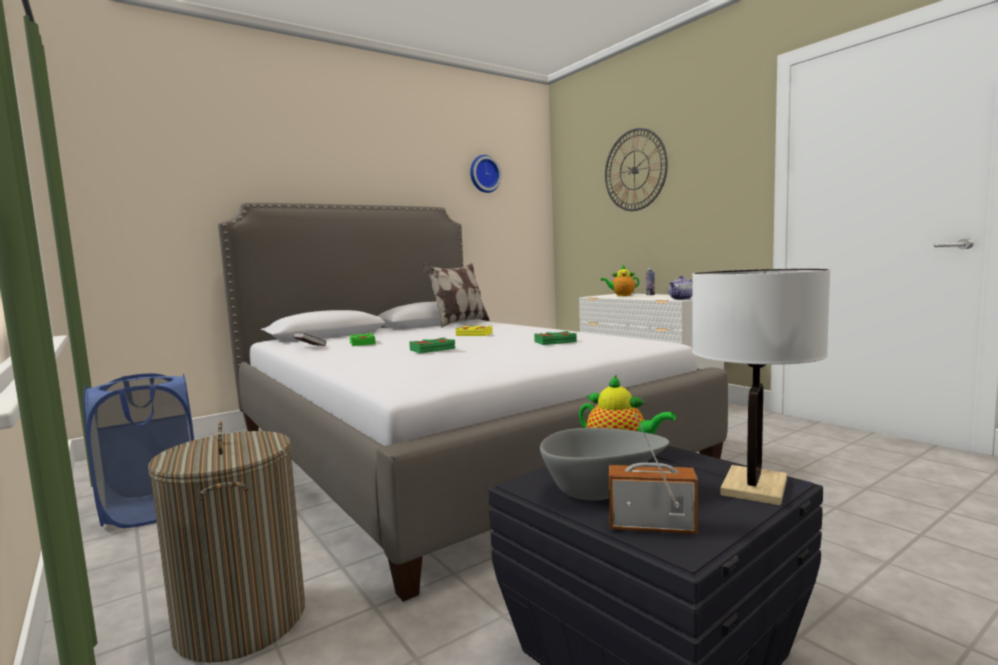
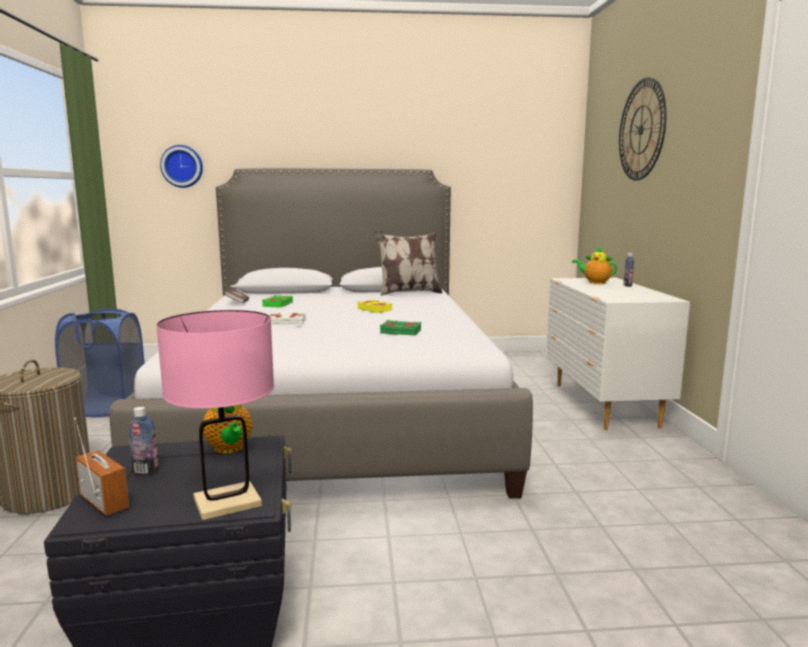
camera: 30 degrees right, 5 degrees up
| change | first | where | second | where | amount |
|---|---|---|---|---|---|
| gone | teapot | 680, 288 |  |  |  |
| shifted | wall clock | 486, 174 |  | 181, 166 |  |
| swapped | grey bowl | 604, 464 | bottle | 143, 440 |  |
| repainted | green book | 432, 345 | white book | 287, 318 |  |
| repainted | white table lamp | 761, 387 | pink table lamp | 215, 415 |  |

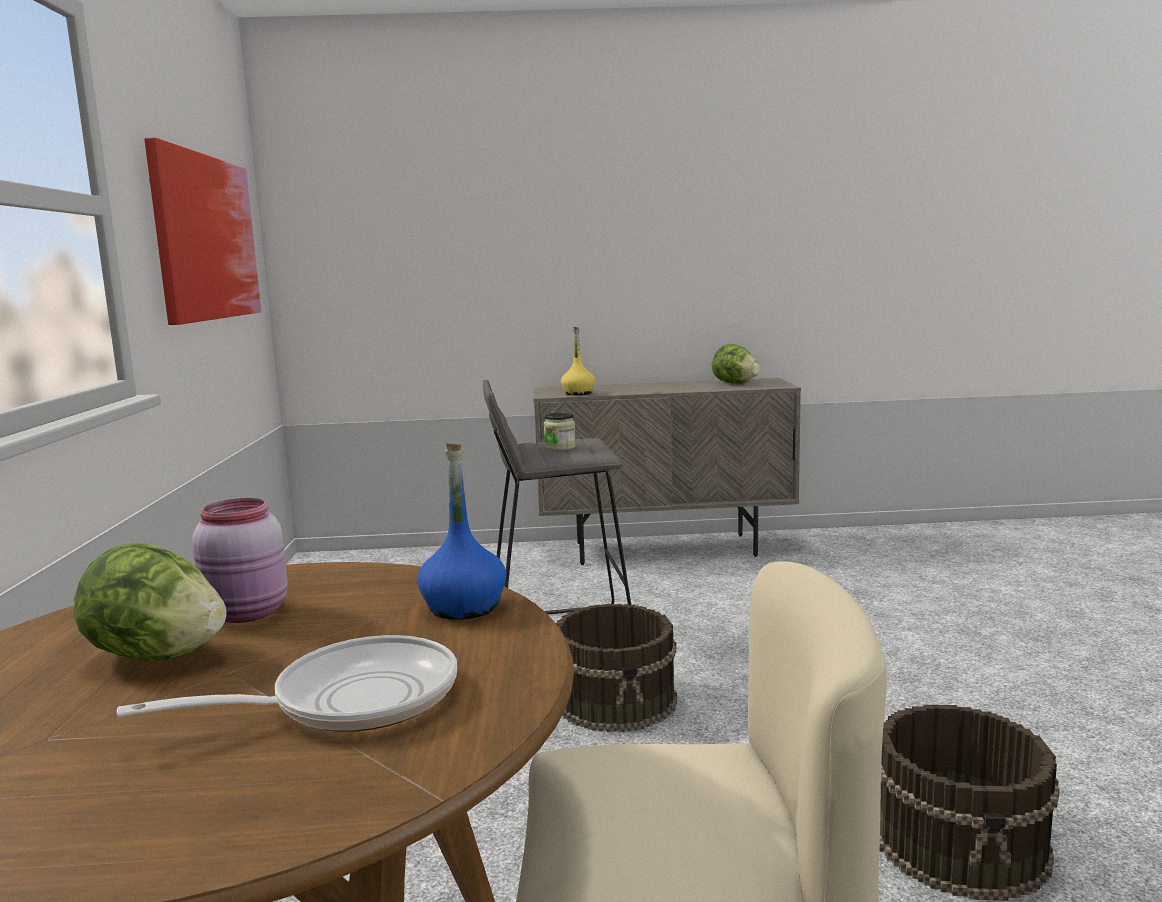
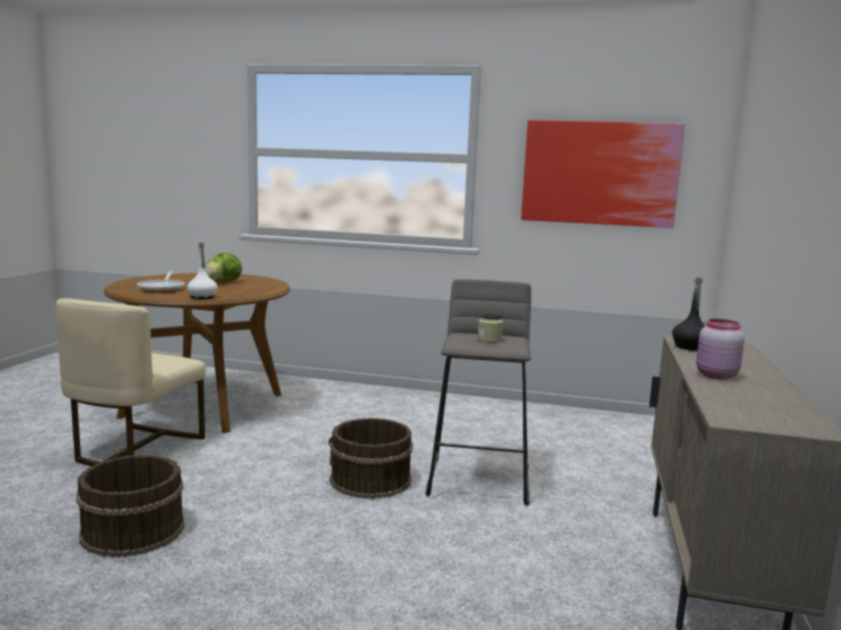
camera: 105 degrees right, 0 degrees up
| change | first | where | second | where | amount |
|---|---|---|---|---|---|
| gone | lettuce | 736, 364 |  |  |  |
| shifted | pink jar | 240, 560 |  | 720, 349 |  |
| repainted | blue bottle | 462, 531 | white bottle | 202, 270 |  |
| repainted | yellow bottle | 578, 361 | black bottle | 689, 314 |  |

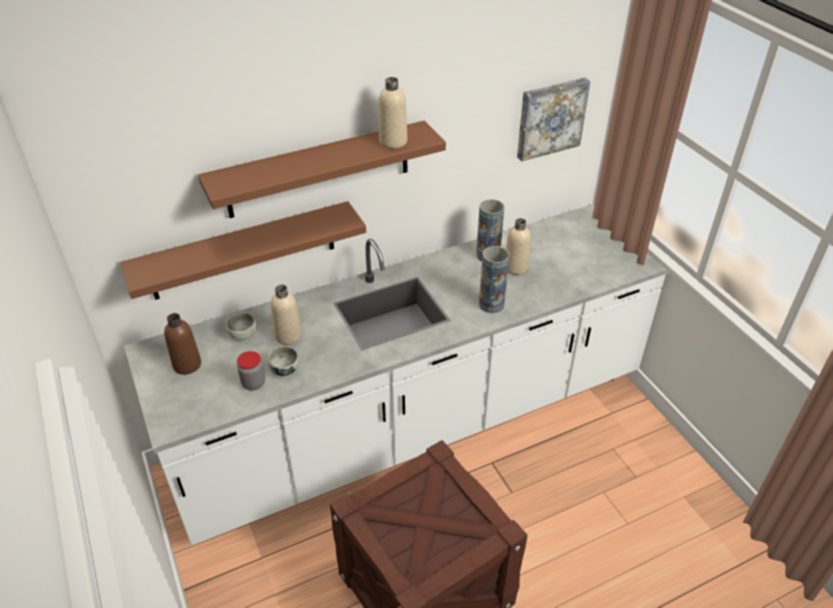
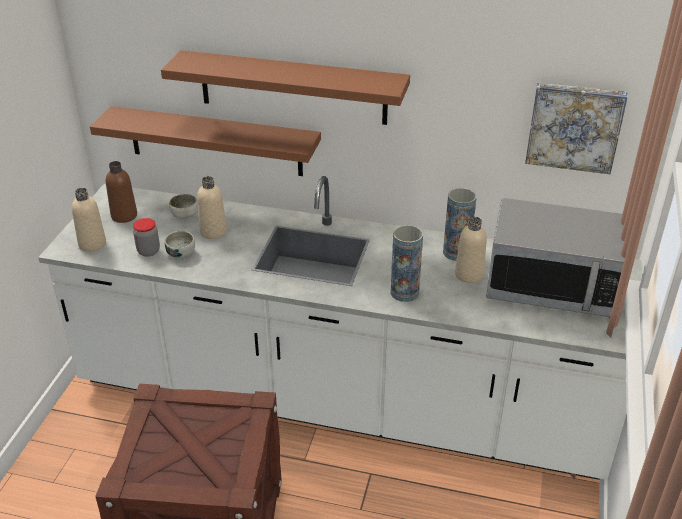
camera: 40 degrees right, 5 degrees down
| change | first | where | second | where | amount |
|---|---|---|---|---|---|
| new |  |  | microwave | 555, 257 |  |
| shifted | beige bottle | 393, 113 |  | 89, 220 |  |

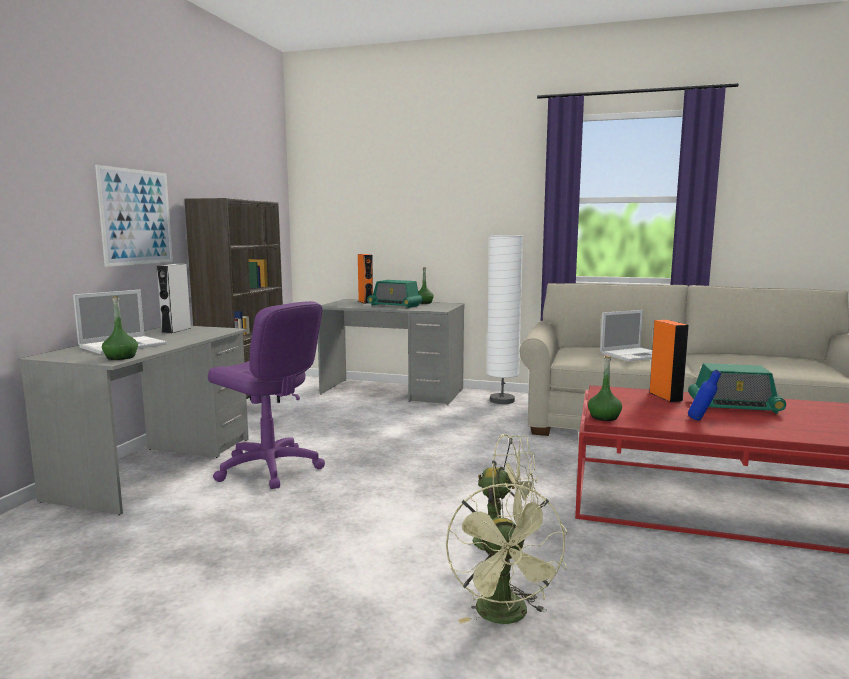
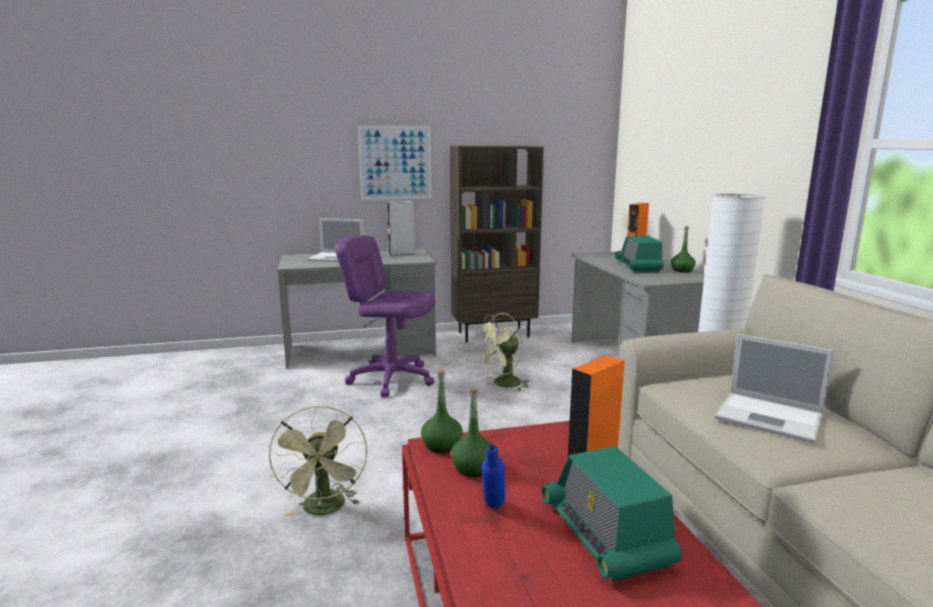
camera: 60 degrees right, 5 degrees up
| change | first | where | second | where | amount |
|---|---|---|---|---|---|
| shifted | green bottle | 120, 328 |  | 471, 433 |  |
| shifted | green fan | 506, 553 |  | 502, 352 |  |
| rotated | purple office chair | 266, 395 |  | 385, 316 | 105 degrees clockwise |

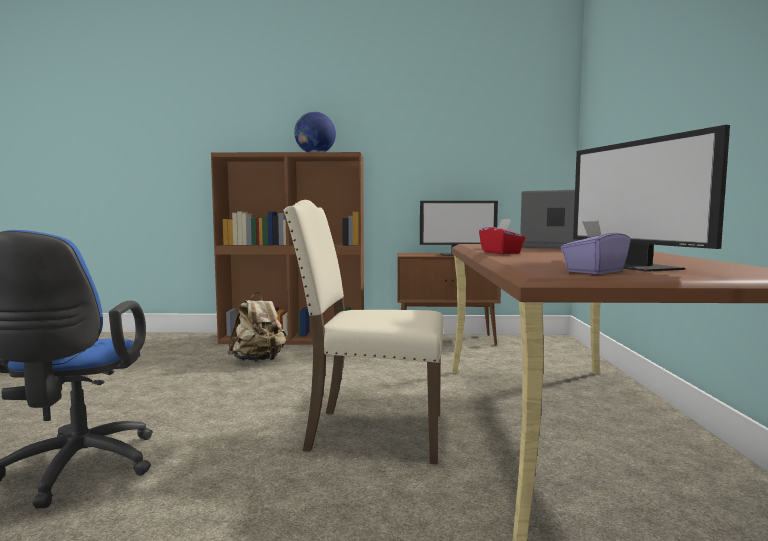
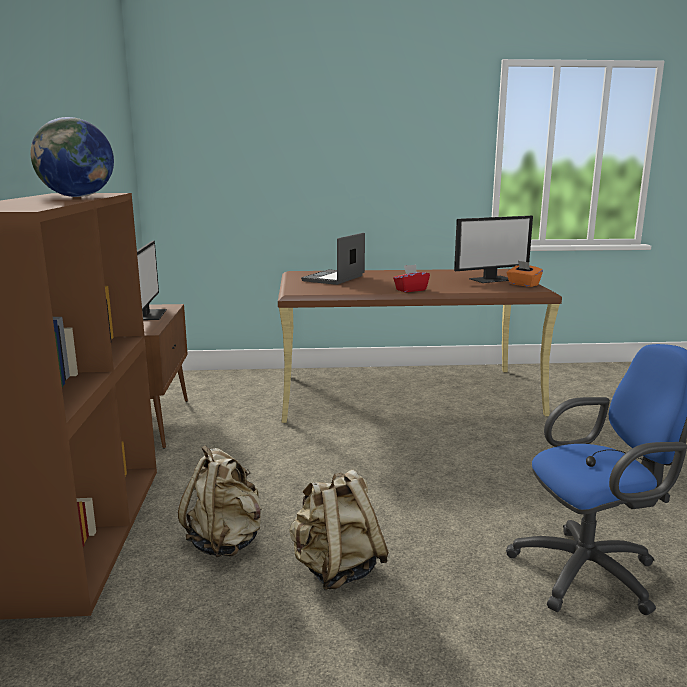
camera: 95 degrees left, 10 degrees up
| change | first | where | second | where | amount |
|---|---|---|---|---|---|
| gone | beige chair | 363, 332 |  |  |  |
| new |  |  | beige backpack | 339, 530 |  |
| repainted | purple tissue box | 596, 247 | orange tissue box | 525, 274 |  |

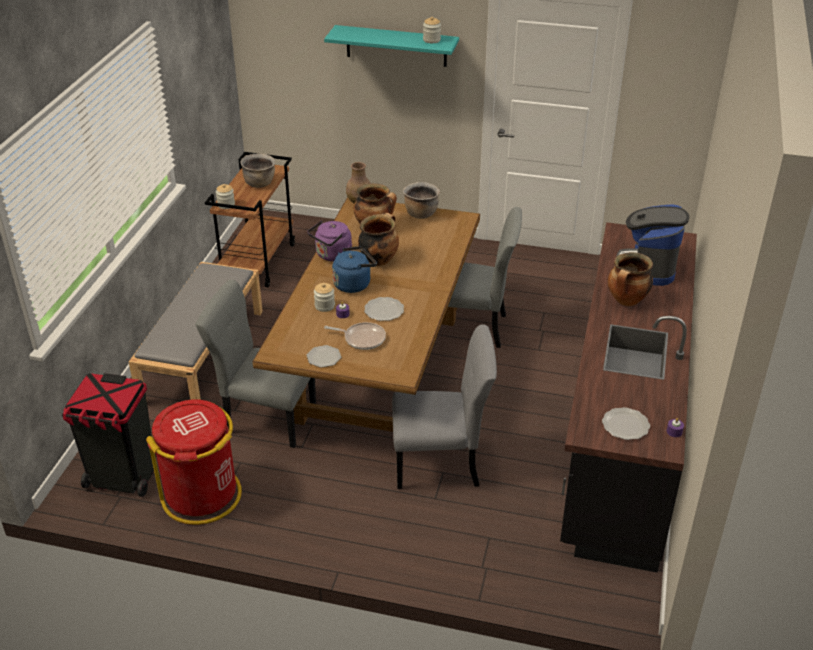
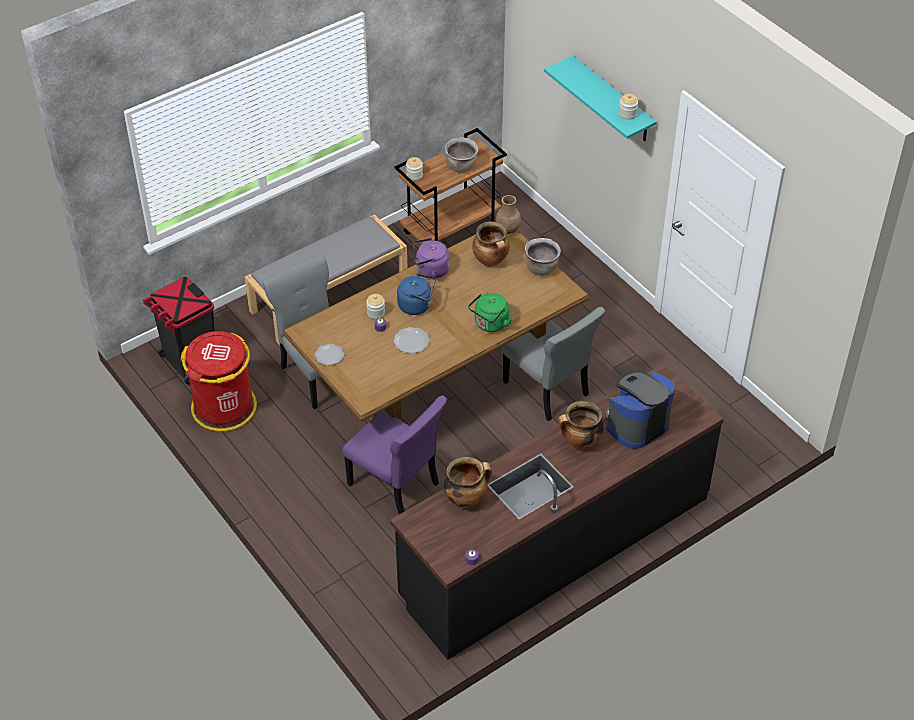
camera: 40 degrees right, 10 degrees up
| change | first | where | second | where | amount |
|---|---|---|---|---|---|
| gone | frying pan | 355, 336 |  |  |  |
| gone | plate | 626, 423 |  |  |  |
| new |  |  | green kettle | 490, 312 |  |
| shifted | cooking pot | 378, 239 |  | 468, 482 |  |
| repainted | grey chair | 444, 406 | purple chair | 395, 455 |  |

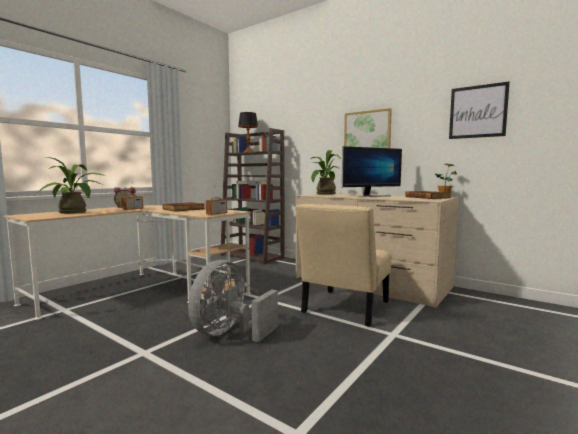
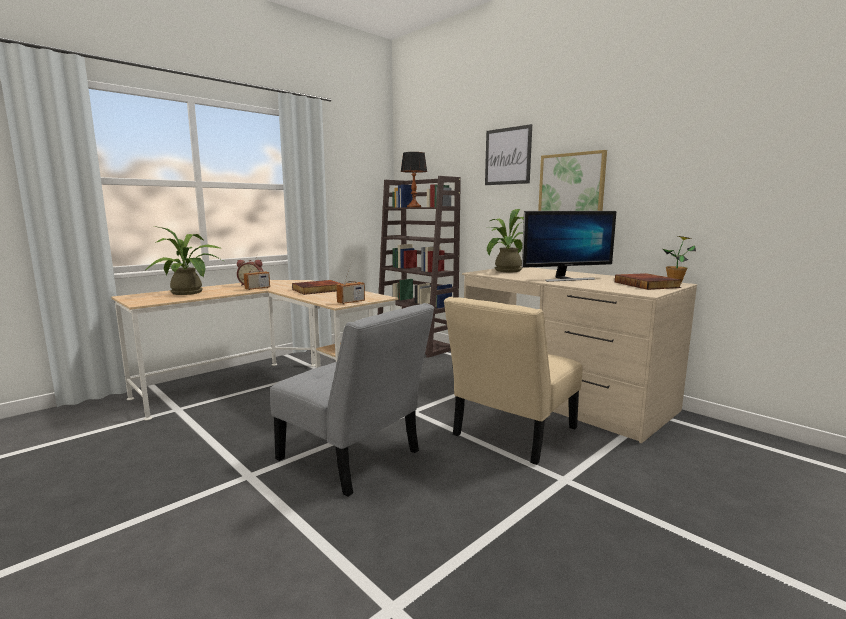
camera: 10 degrees right, 5 degrees up
| change | first | where | second | where | amount |
|---|---|---|---|---|---|
| shifted | picture | 479, 110 |  | 508, 154 |  |
| swapped | grey fan | 233, 301 | grey chair | 352, 400 |  |

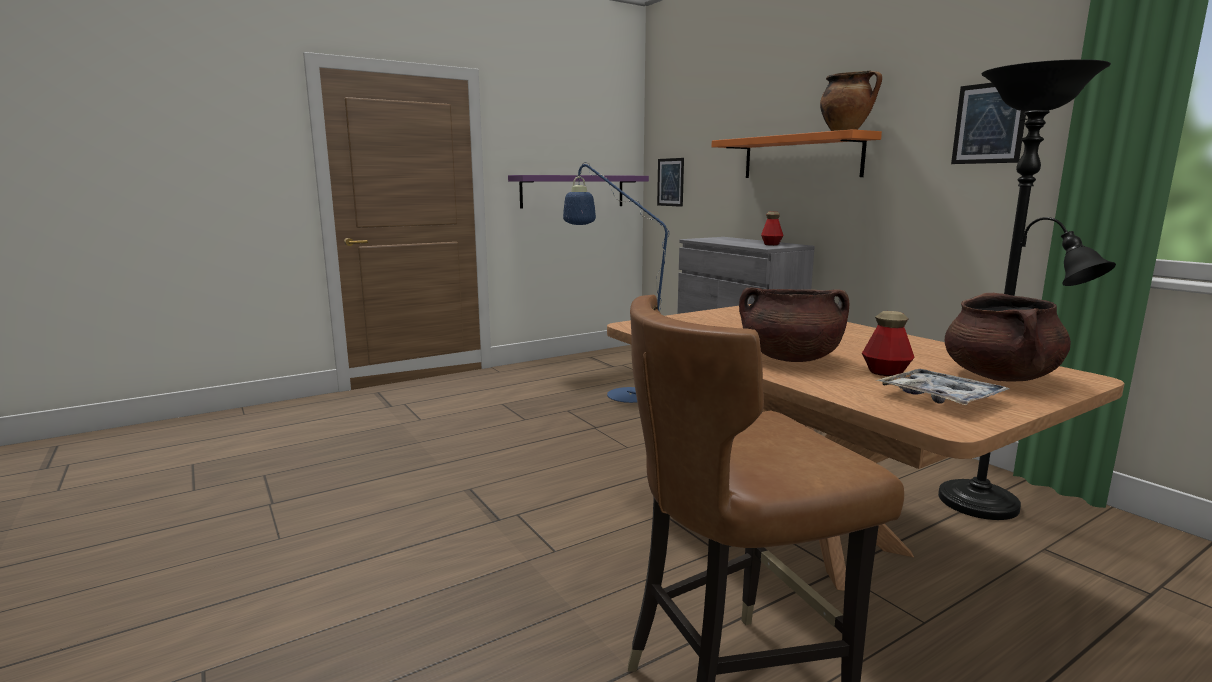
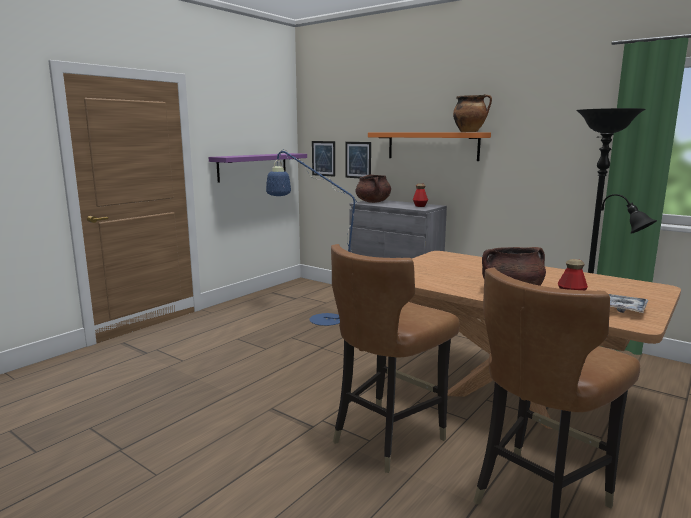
camera: 20 degrees left, 0 degrees up
| change | first | where | second | where | amount |
|---|---|---|---|---|---|
| new |  |  | brown chair | 395, 358 |  |
| shifted | brown cooking pot | 1008, 337 |  | 373, 189 |  |
| shifted | picture | 988, 123 |  | 358, 160 |  |

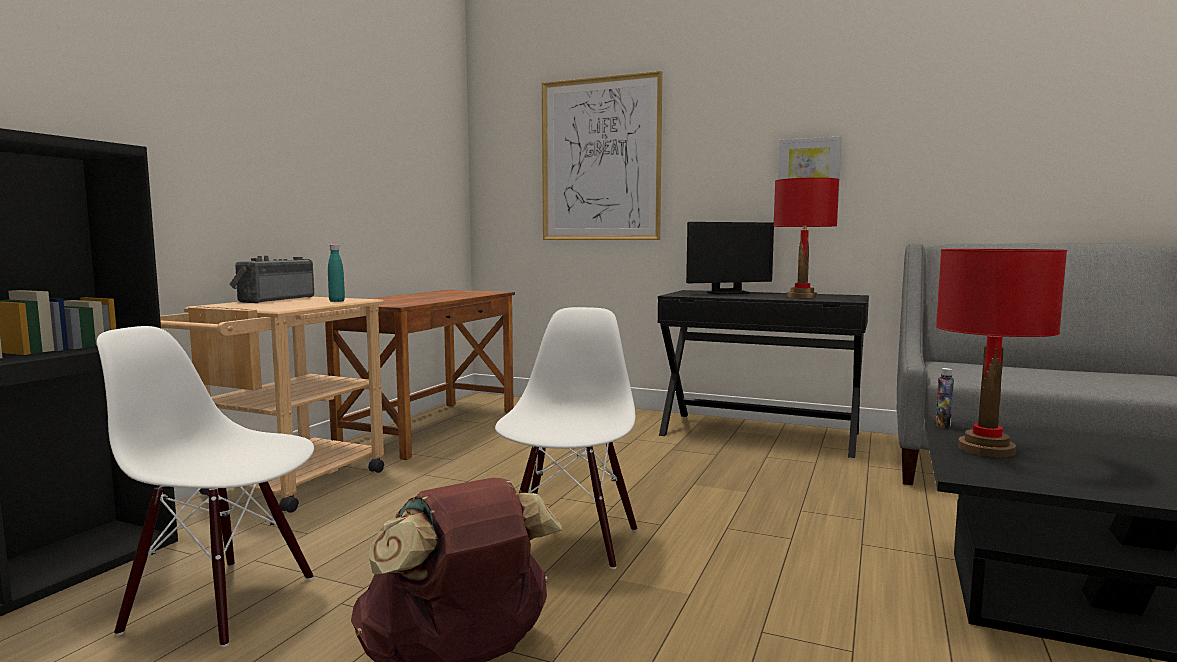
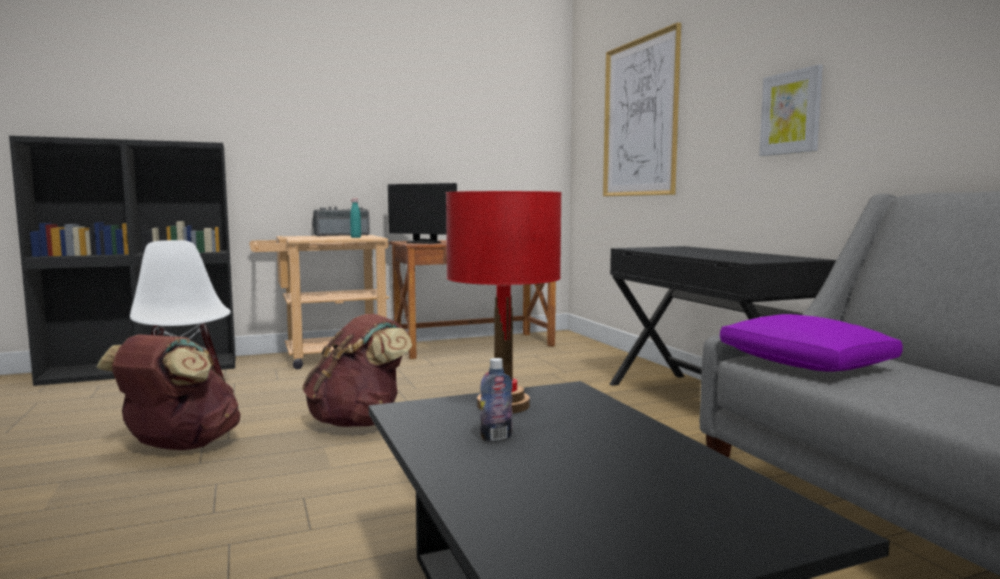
camera: 45 degrees right, 0 degrees up
| change | first | where | second | where | amount |
|---|---|---|---|---|---|
| gone | red table lamp | 806, 237 |  |  |  |
| new |  |  | purple pillow | 811, 343 |  |
| shifted | monitor | 730, 258 |  | 422, 213 |  |
| shifted | bottle | 944, 398 |  | 496, 399 |  |
| swapped | white chair | 566, 438 | brown backpack | 357, 370 |  |

